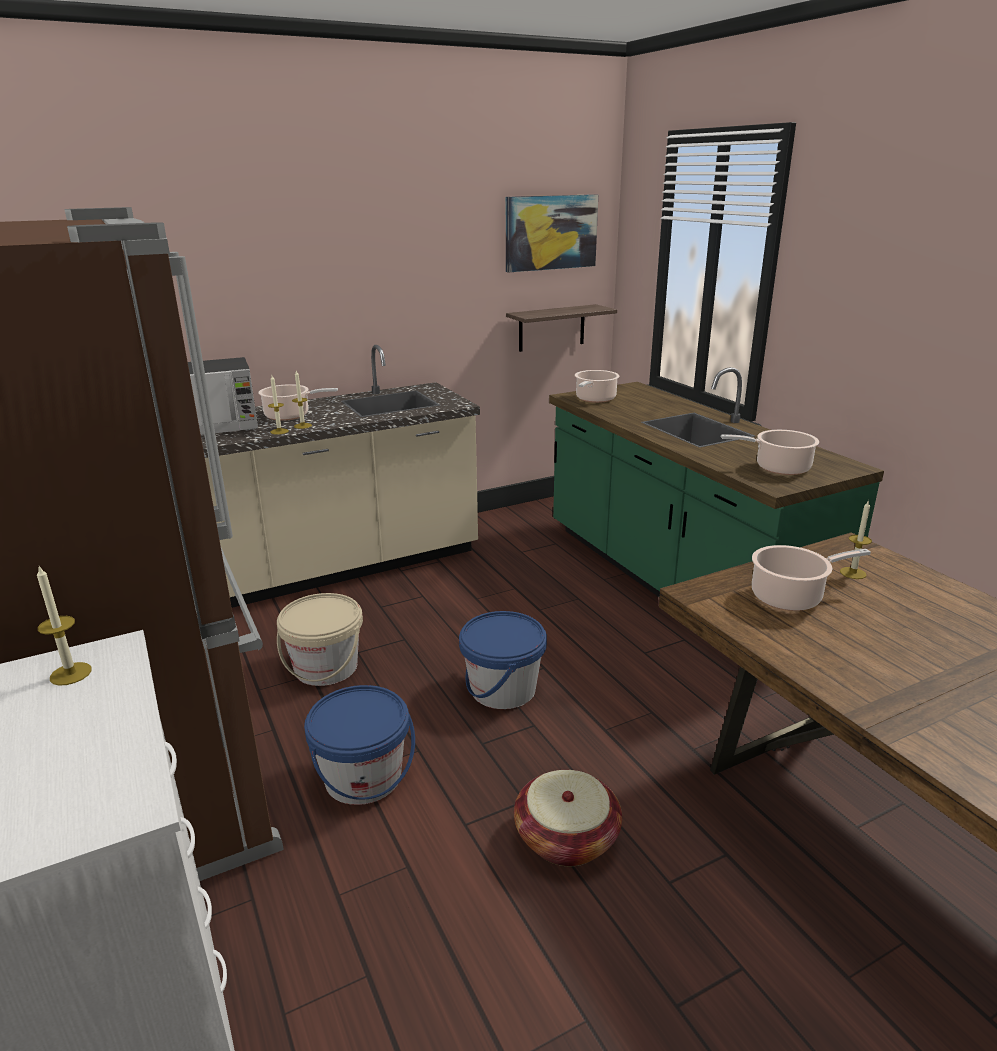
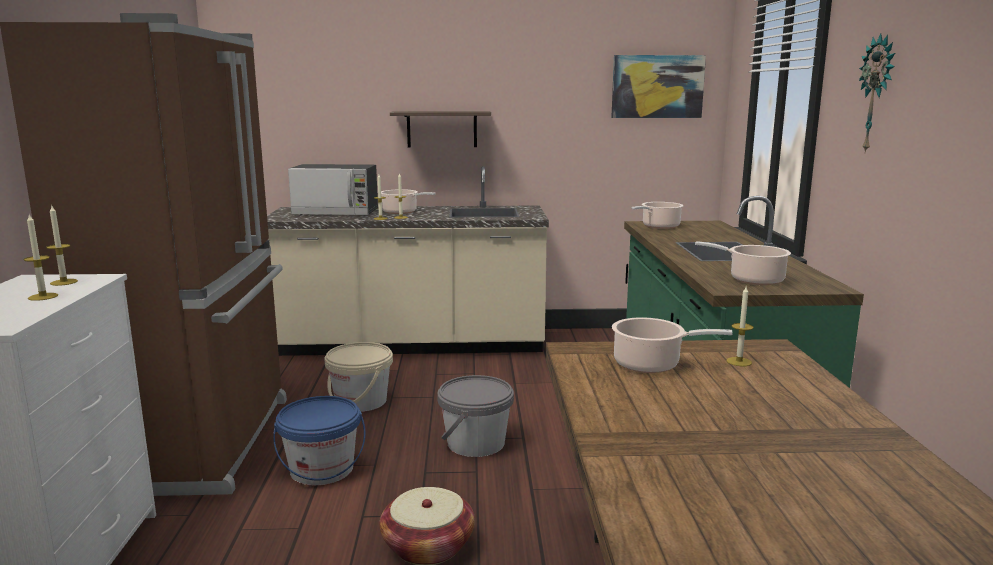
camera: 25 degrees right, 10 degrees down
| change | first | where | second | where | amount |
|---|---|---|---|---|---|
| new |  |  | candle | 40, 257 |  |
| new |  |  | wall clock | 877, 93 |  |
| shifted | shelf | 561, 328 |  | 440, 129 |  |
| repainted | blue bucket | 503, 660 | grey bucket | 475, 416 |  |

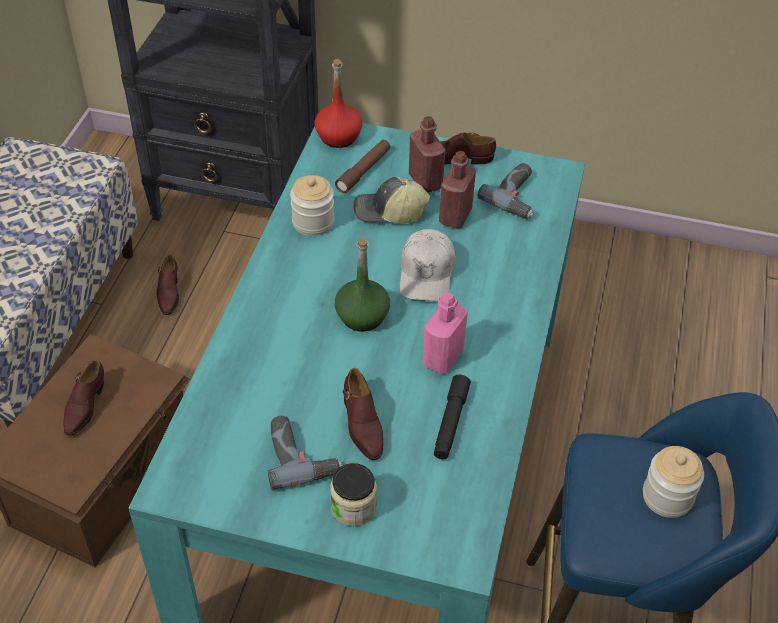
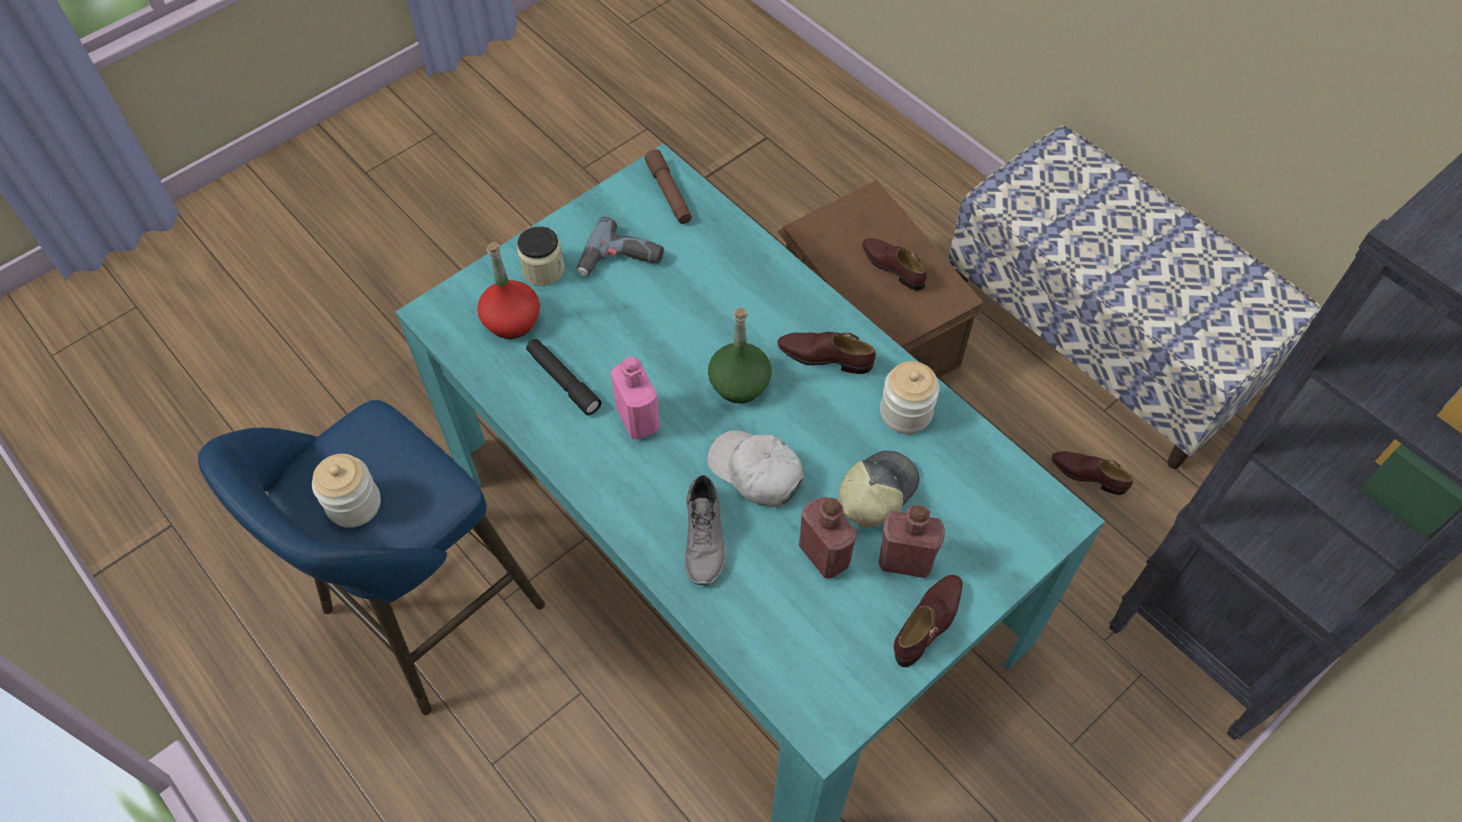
camera: 125 degrees right, 10 degrees up
| change | first | where | second | where | amount |
|---|---|---|---|---|---|
| gone | power drill | 505, 191 |  |  |  |
| new |  |  | grey shoe | 705, 530 |  |
| shifted | red bottle | 338, 103 |  | 508, 290 |  |
| shifted | brown flashlight | 362, 166 |  | 668, 186 |  |
| shifted | brown shoe | 363, 414 |  | 826, 353 |  |

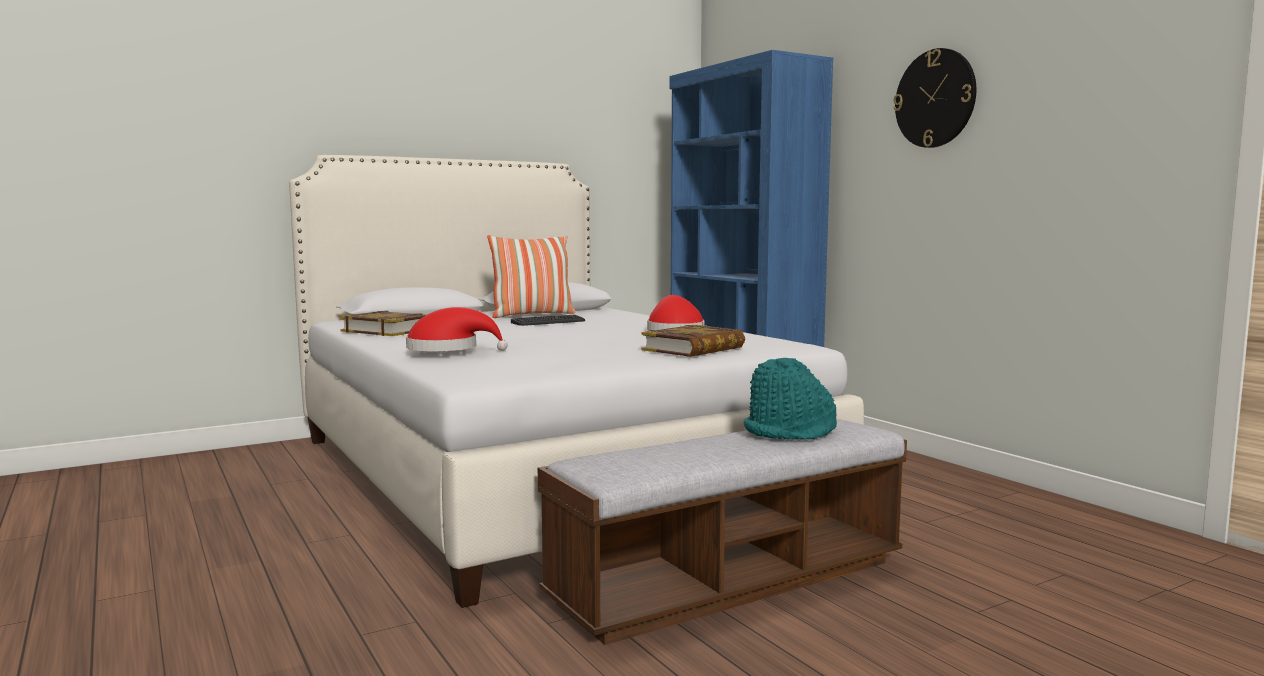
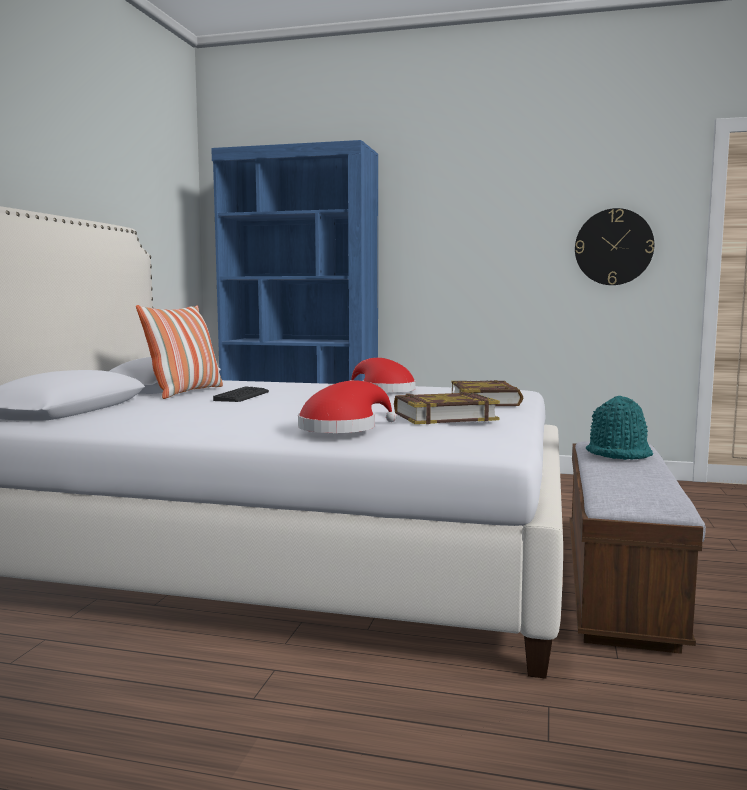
camera: 45 degrees left, 0 degrees up
| change | first | where | second | where | amount |
|---|---|---|---|---|---|
| shifted | book | 382, 323 |  | 447, 408 |  |
| shifted | wall clock | 934, 98 |  | 614, 246 |  |

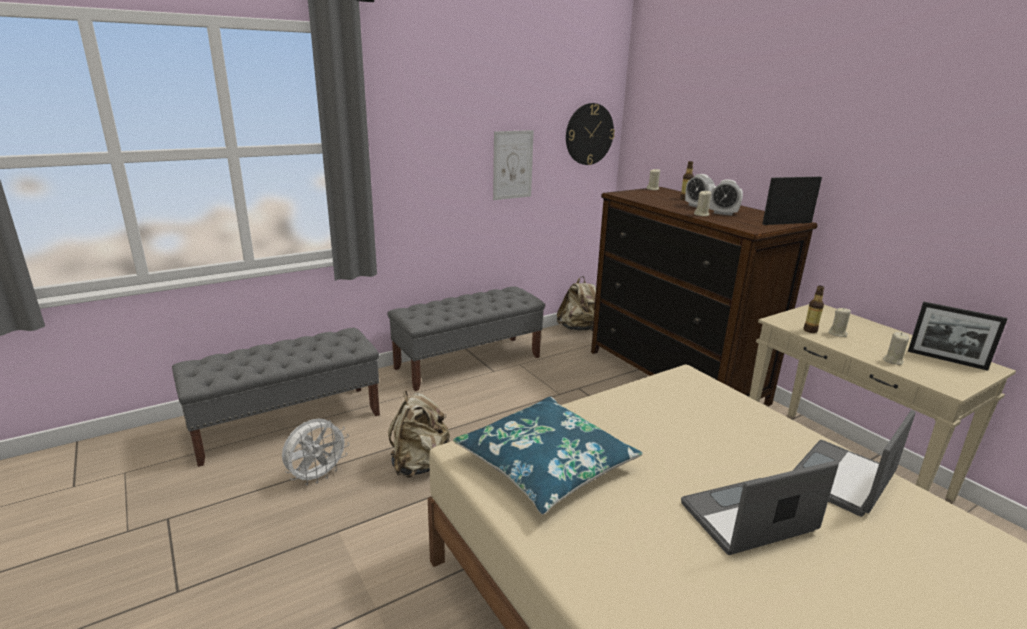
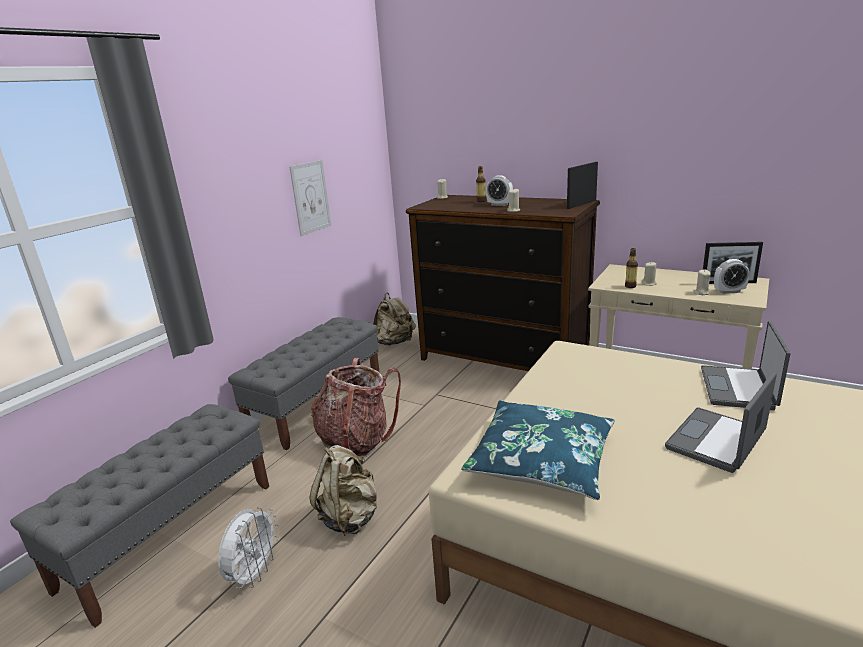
camera: 25 degrees left, 0 degrees up
| change | first | where | second | where | amount |
|---|---|---|---|---|---|
| gone | wall clock | 590, 134 |  |  |  |
| new |  |  | backpack | 356, 407 |  |
| shifted | alarm clock | 726, 197 |  | 732, 276 |  |

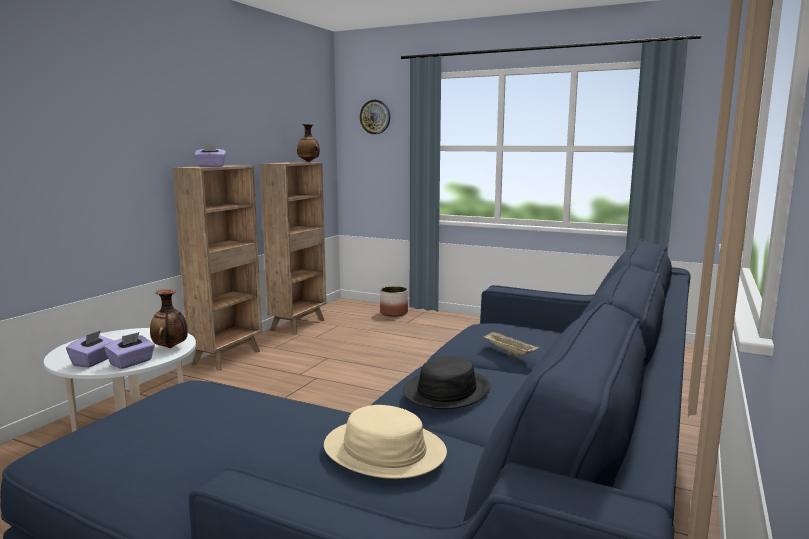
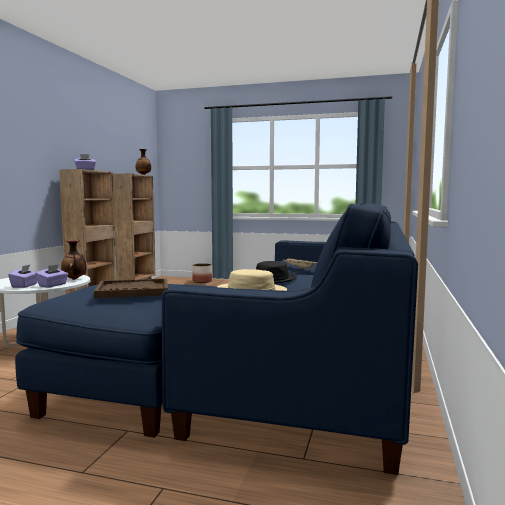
camera: 10 degrees left, 5 degrees down
| change | first | where | second | where | amount |
|---|---|---|---|---|---|
| gone | wall clock | 375, 117 |  |  |  |
| new |  |  | brown tray | 131, 288 |  |

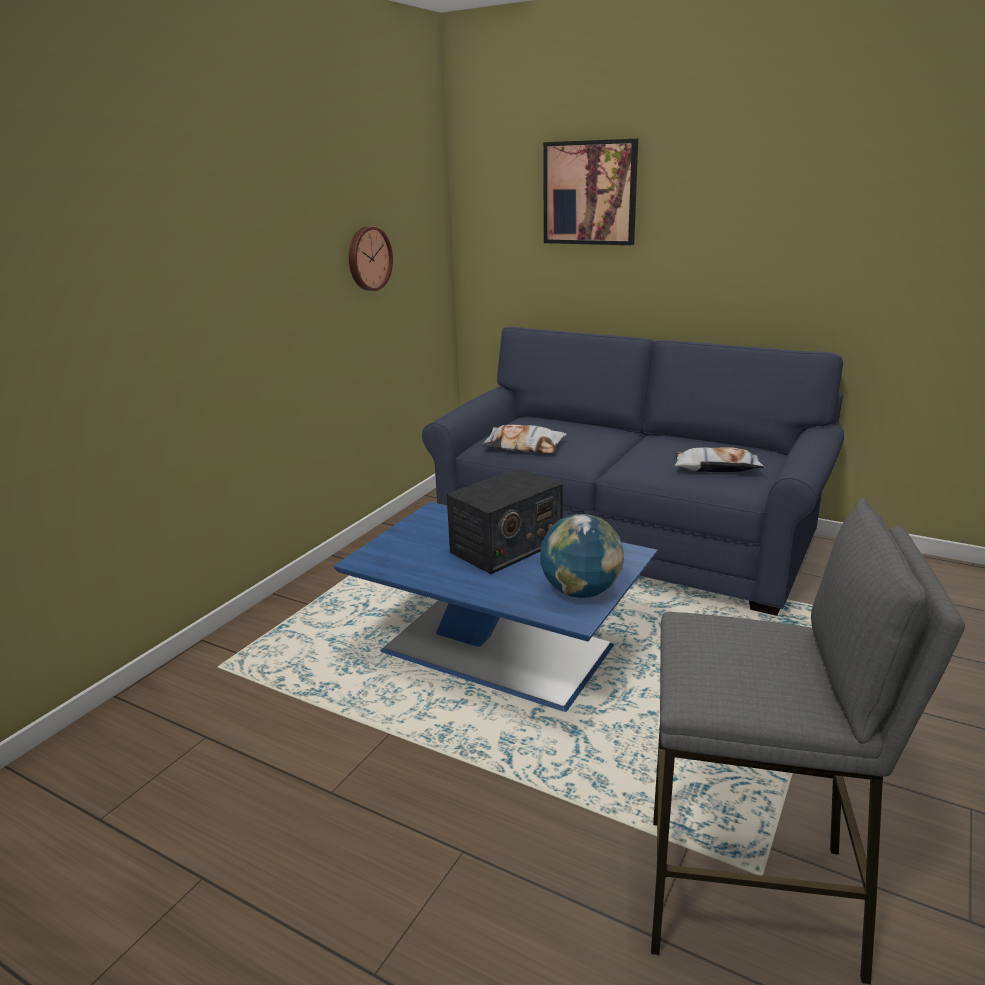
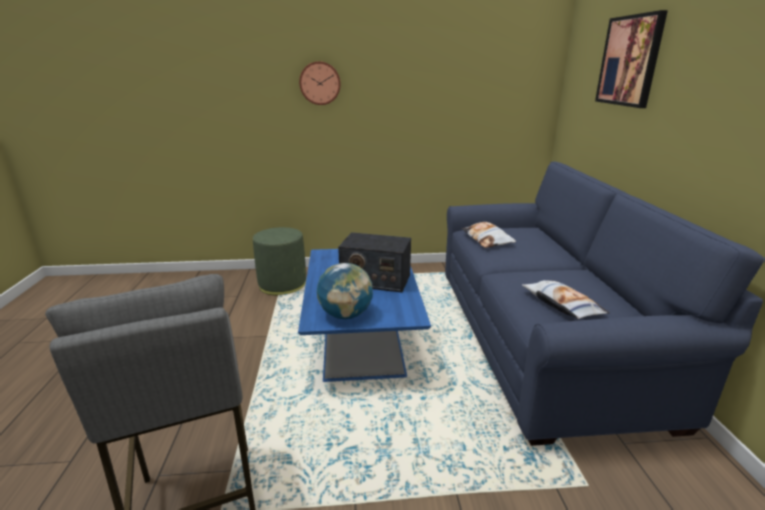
camera: 55 degrees right, 0 degrees up
| change | first | where | second | where | amount |
|---|---|---|---|---|---|
| new |  |  | green ottoman | 279, 261 |  |
| shifted | wall clock | 371, 258 |  | 320, 83 |  |

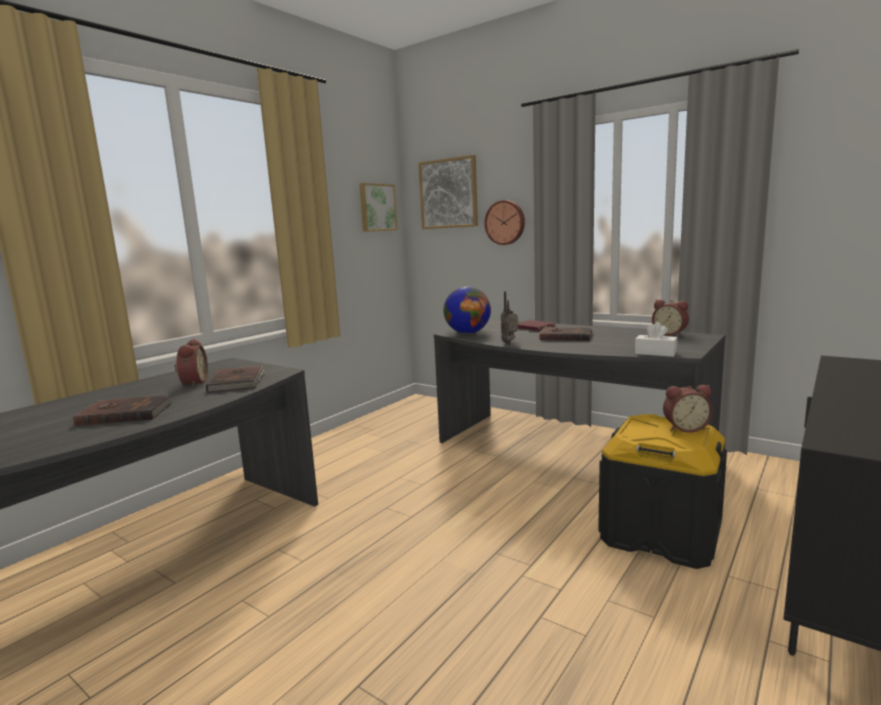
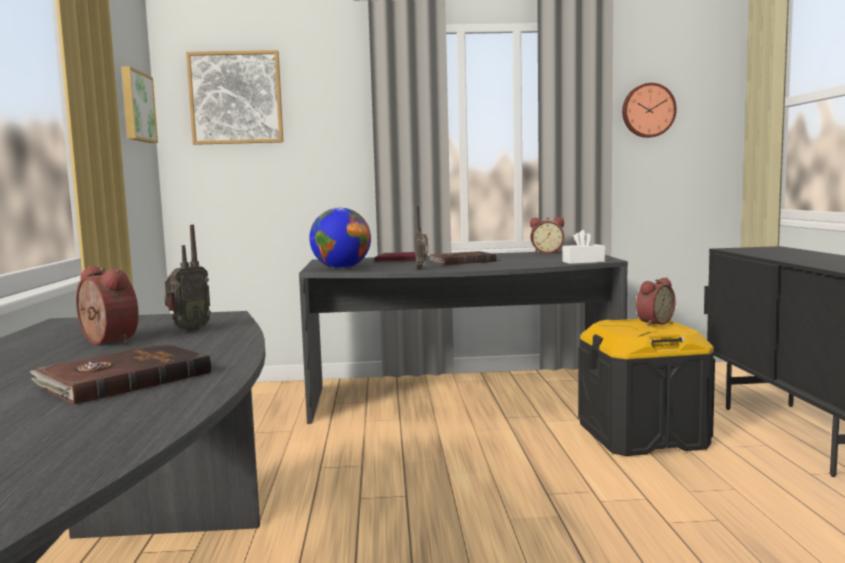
camera: 40 degrees left, 5 degrees down
| change | first | where | second | where | amount |
|---|---|---|---|---|---|
| shifted | wall clock | 504, 222 |  | 649, 110 |  |
| swapped | brown book | 235, 379 | radio | 187, 278 |  |

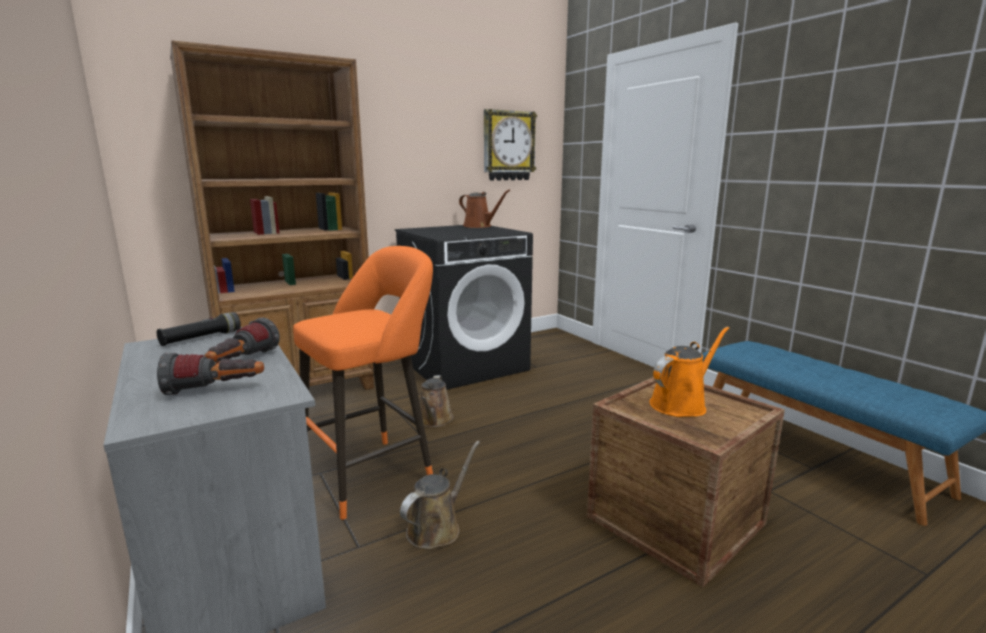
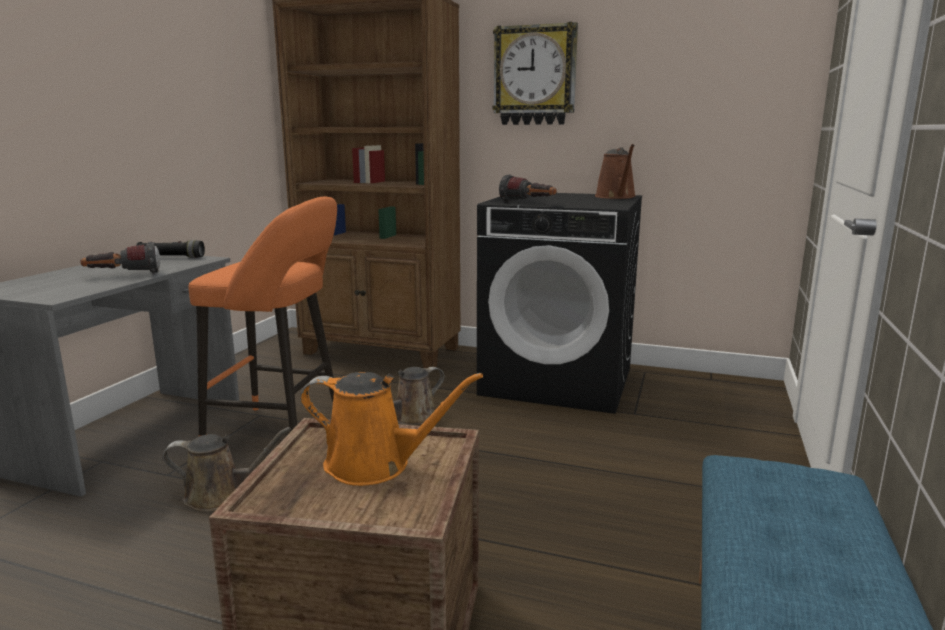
camera: 50 degrees right, 0 degrees up
| change | first | where | second | where | amount |
|---|---|---|---|---|---|
| shifted | flashlight | 210, 373 |  | 528, 188 |  |
| shifted | wall clock | 510, 145 |  | 535, 73 |  |

